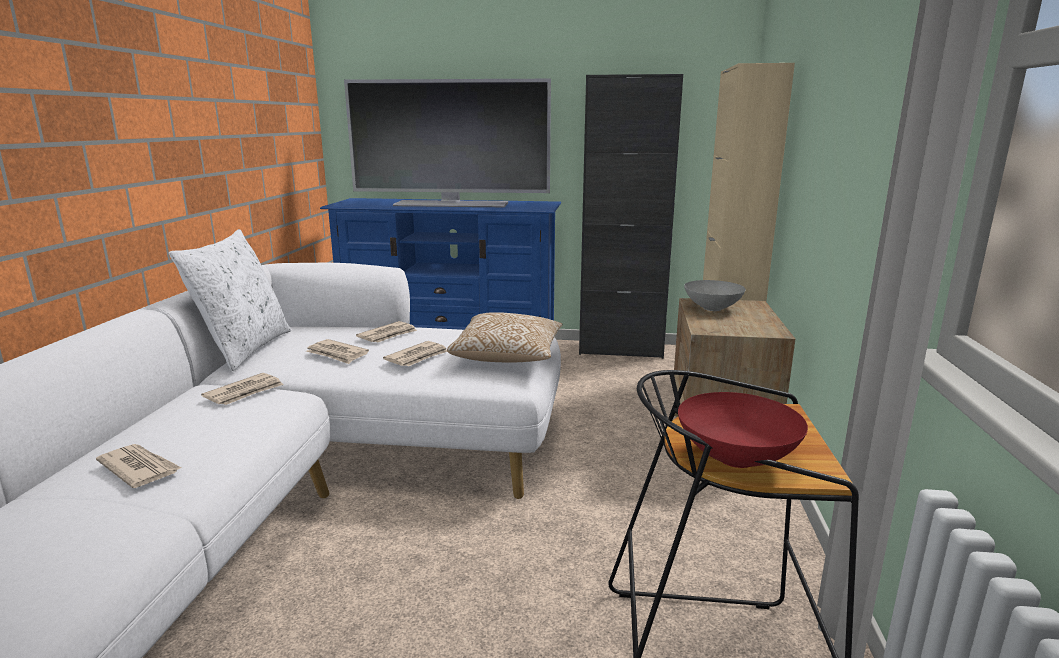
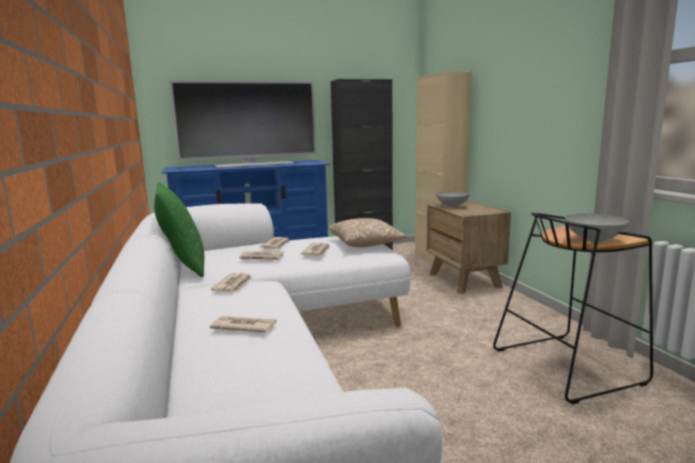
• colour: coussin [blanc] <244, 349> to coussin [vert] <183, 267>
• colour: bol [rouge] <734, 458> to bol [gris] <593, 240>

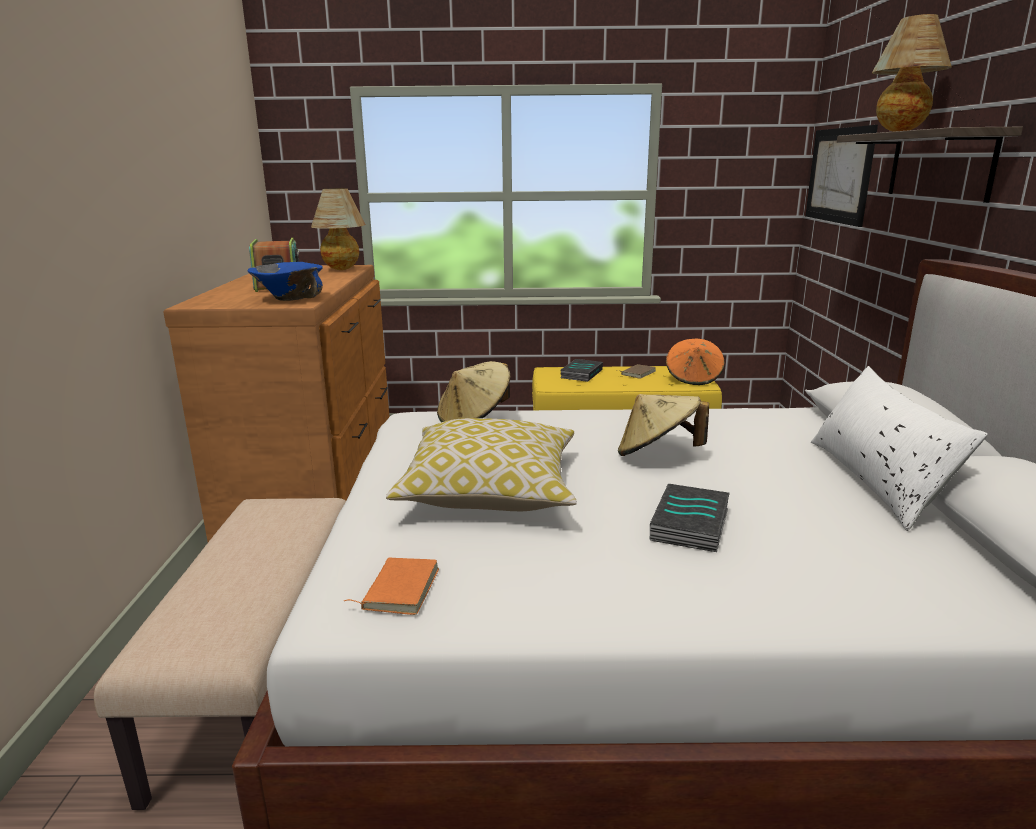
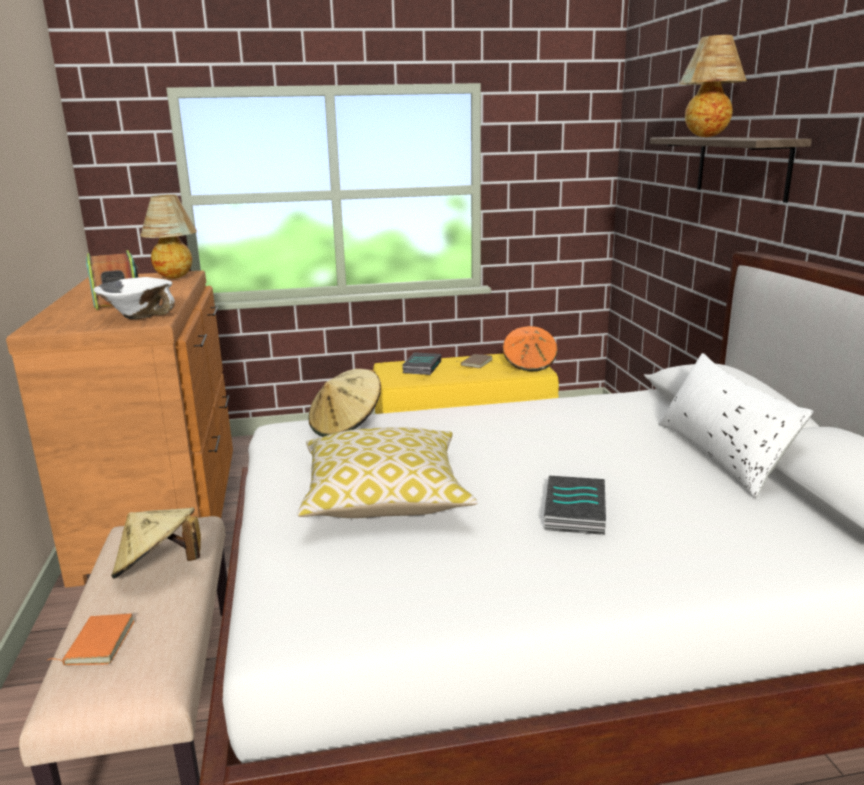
• colour: bol [bleu] <289, 299> to bol [blanc] <139, 316>
• relocated: livre [orange] <398, 589> to <97, 643>
• relocated: chapeau [beige] <657, 454> to <159, 569>
• missing: tableau <838, 175>

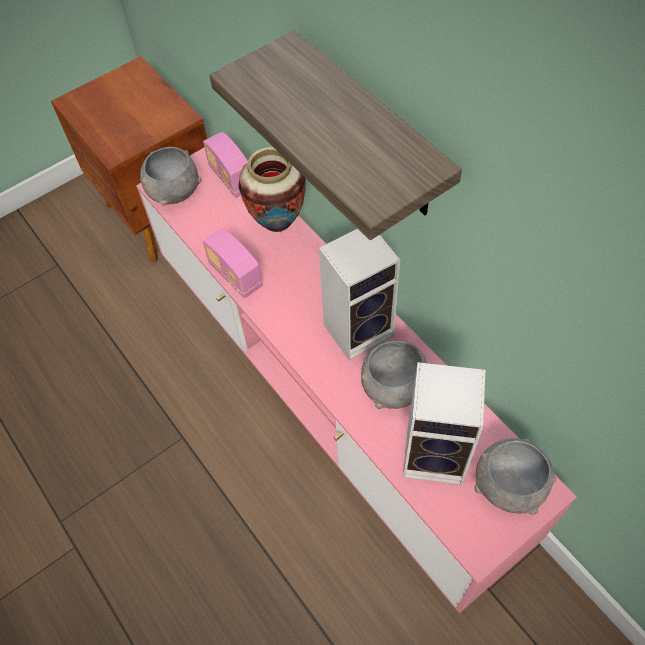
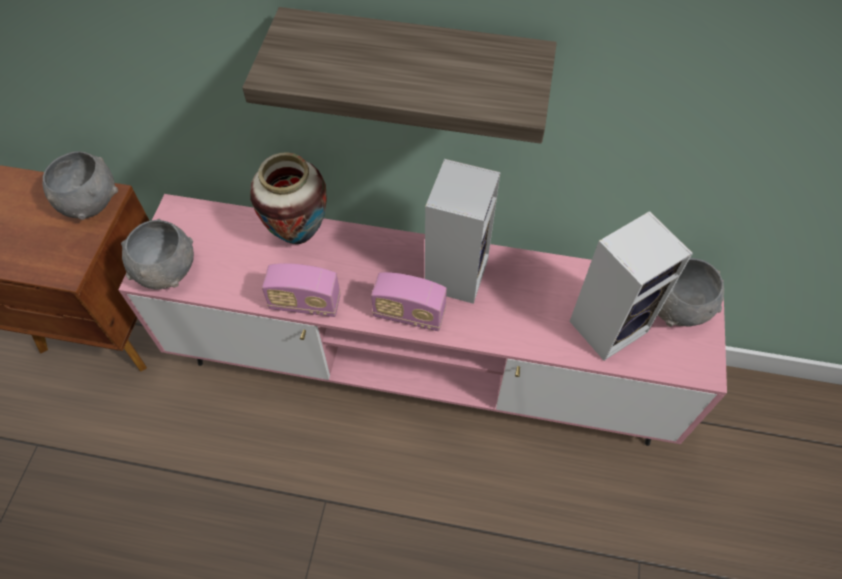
• relocated: radio <231, 178> to <409, 314>
• relocated: bol [gris] <394, 388> to <91, 203>

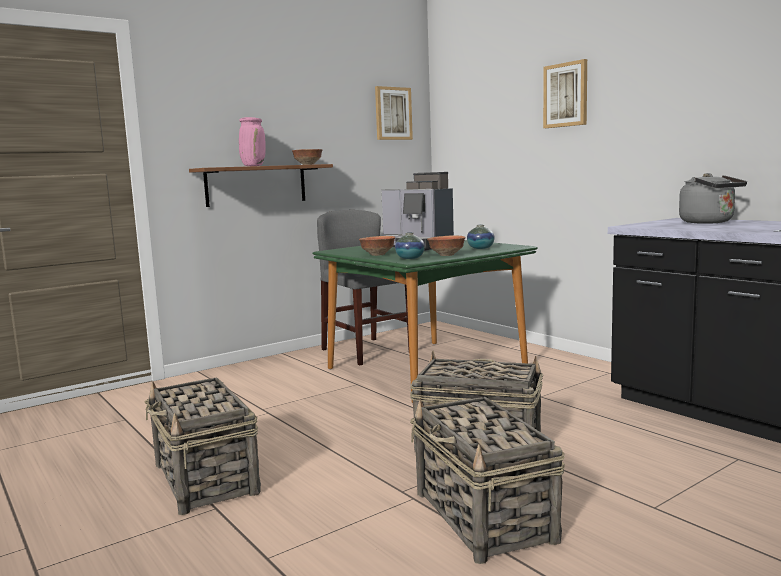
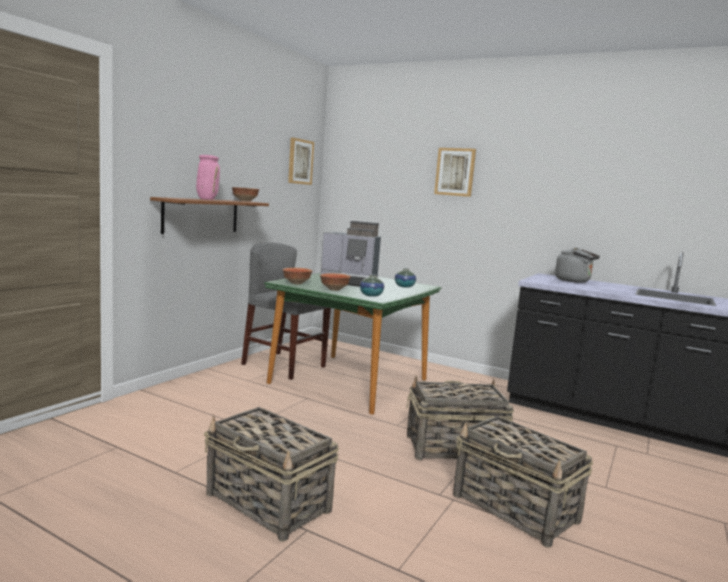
• relocated: bol <446, 255> to <296, 283>

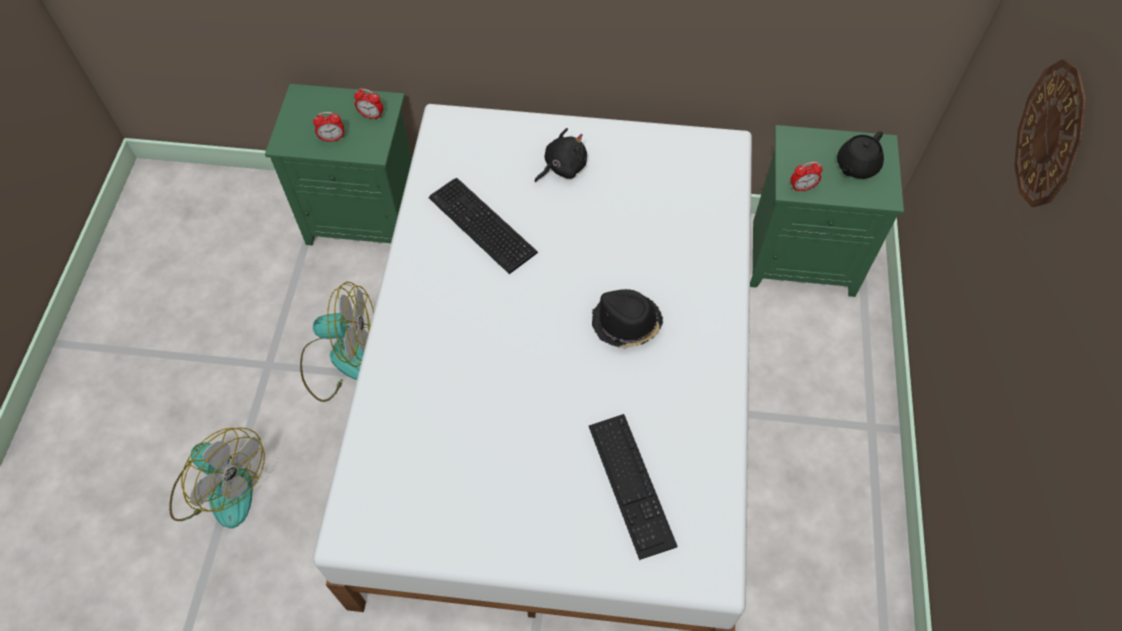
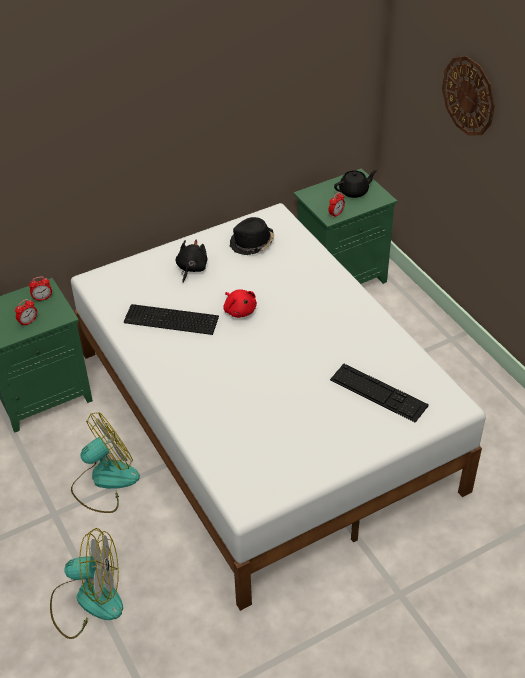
• relocated: chapeau [noir] <625, 323> to <252, 243>
• spun: théière [noir] <856, 166> = <354, 191> 120 degrees counterclockwise
• appeared: peluche [rouge] <239, 310>

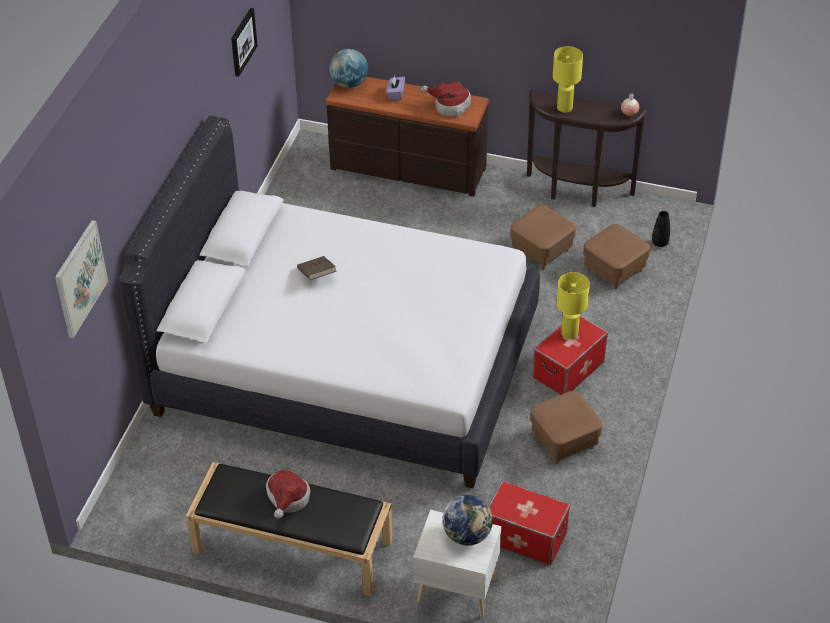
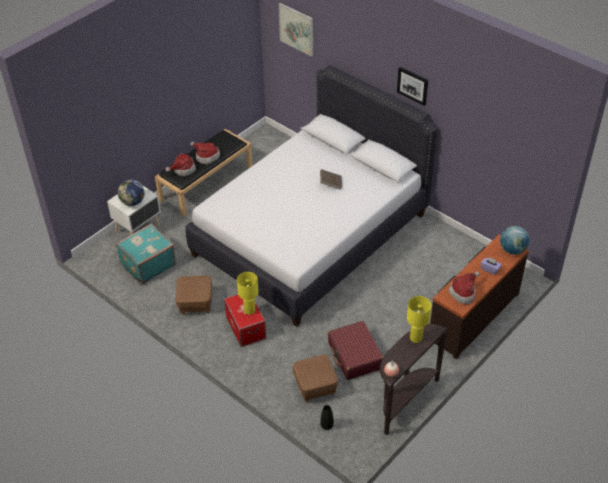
• relocated: tableau <242, 41> to <413, 85>
• exchanged: boîte de rangement <526, 537> to valise [turquoise] <147, 264>
• exchanged: pouf [marron] <541, 251> to valise [rouge] <355, 356>
• appeared: chapeau <183, 169>

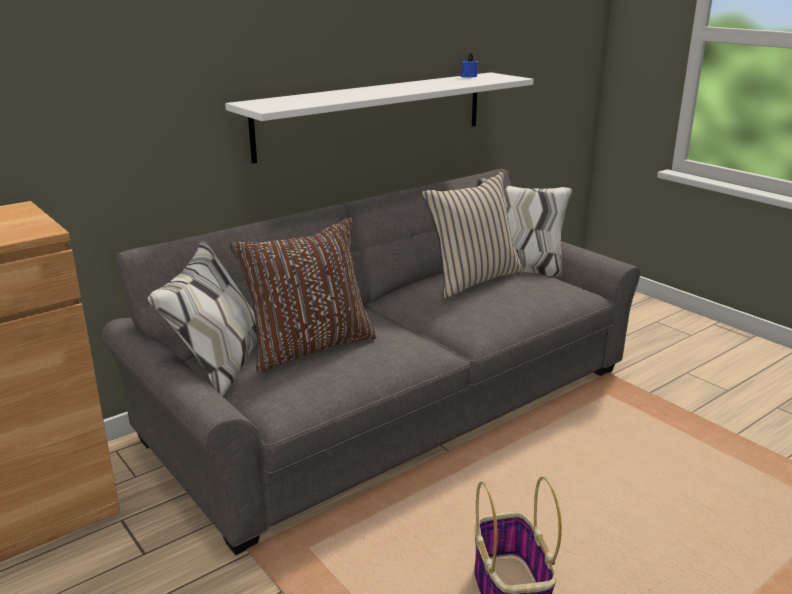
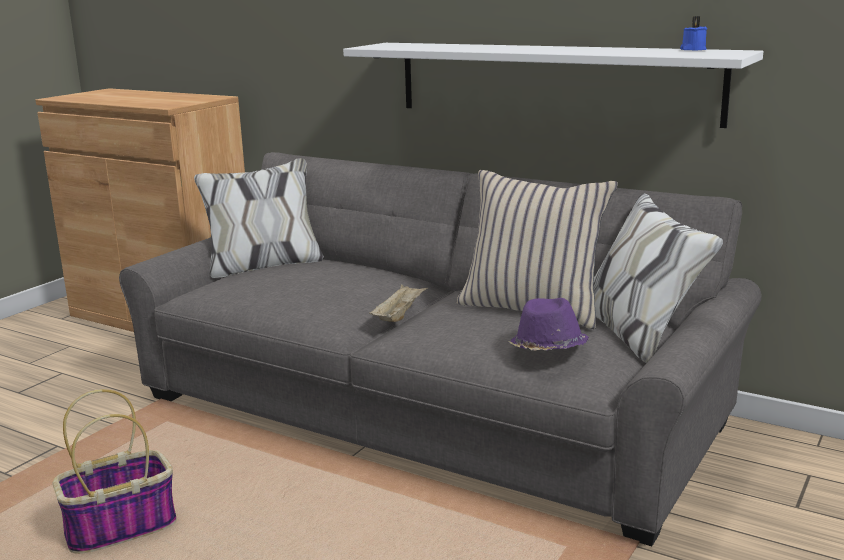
• missing: coussin [marron] <309, 347>
• appeared: plateau [beige] <399, 315>
• appeared: chapeau [violet] <548, 349>

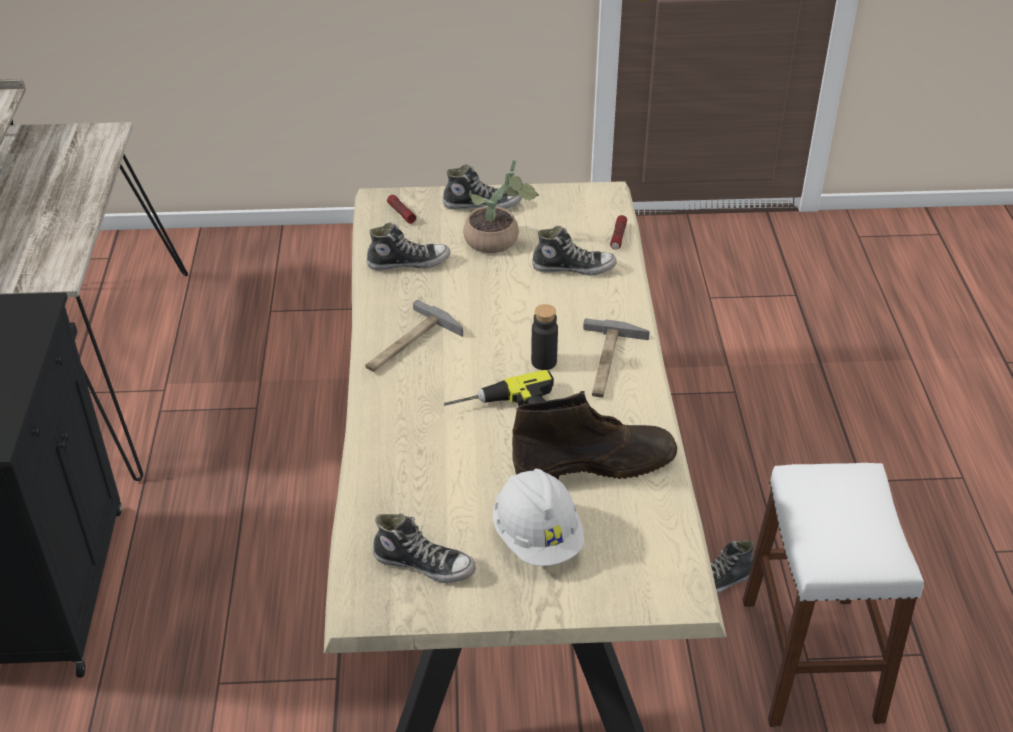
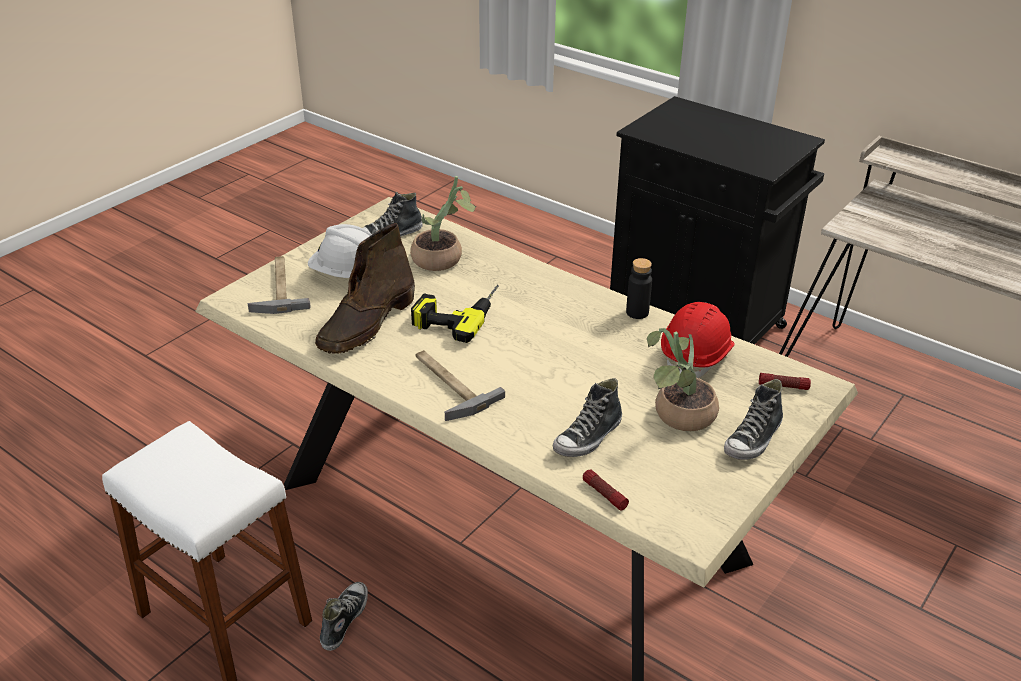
• relocated: marteau <408, 345> to <278, 287>
• exchanged: chaussure <408, 262> to casque de chantier [rouge] <697, 356>
• relocated: bouteille [noir] <544, 362> to <637, 312>
• appeared: plante en pot <443, 259>

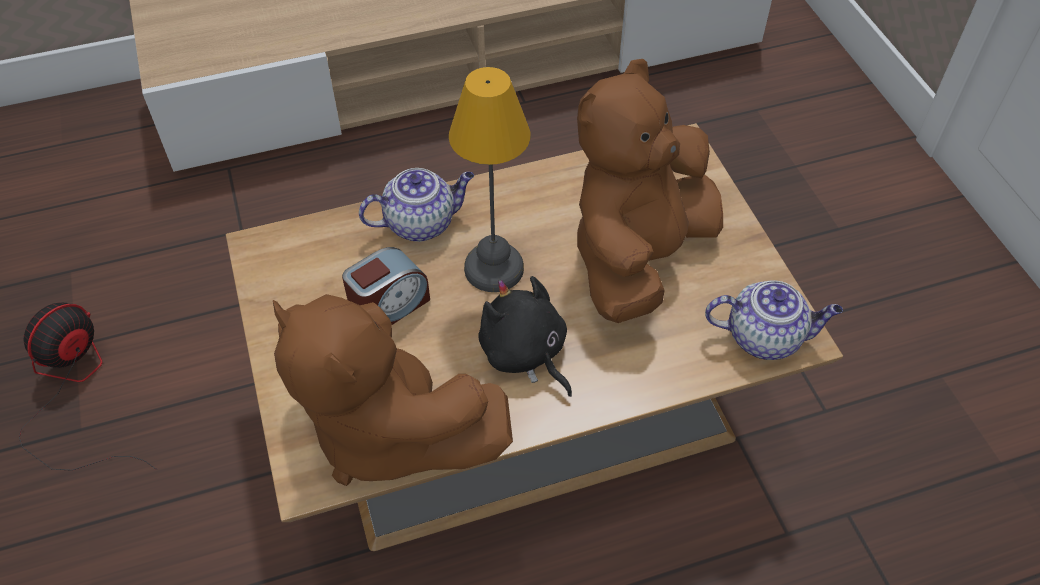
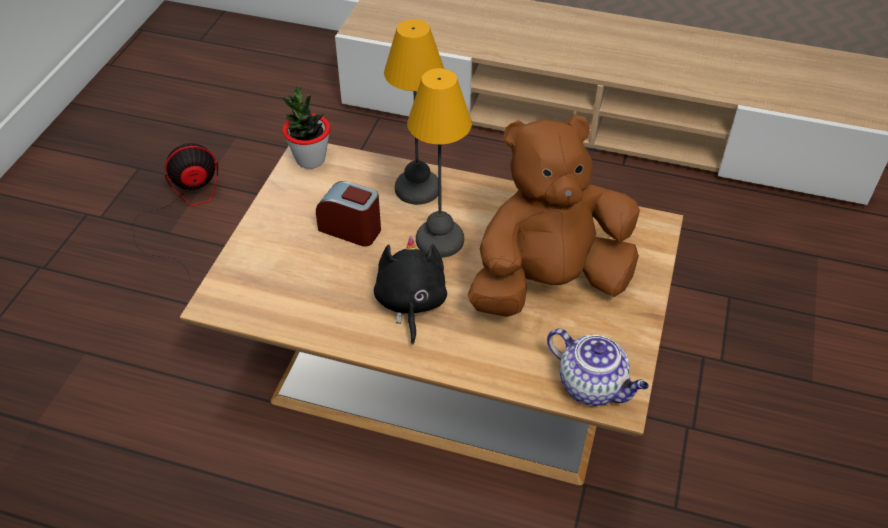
• missing: peluche [marron] <387, 429>
• spun: réveil <389, 307> = <351, 229> 150 degrees counterclockwise
• exchanged: théière <421, 223> to lampe de table <418, 187>
• appeared: plante en pot <310, 159>

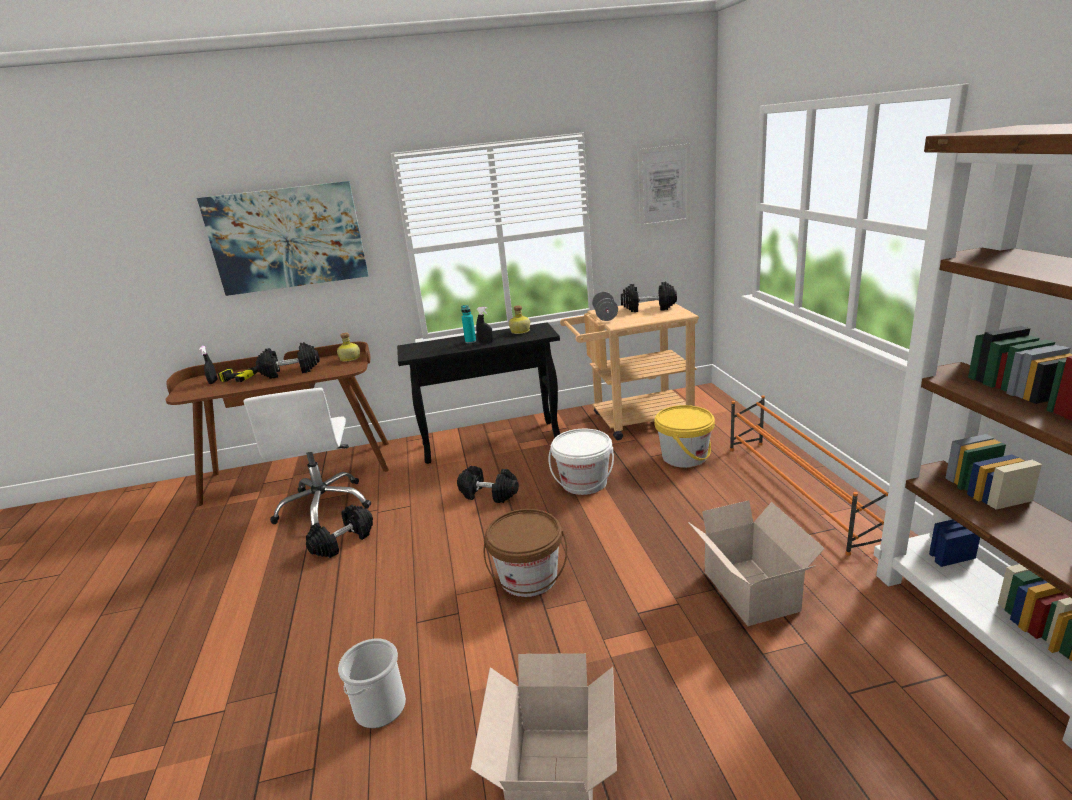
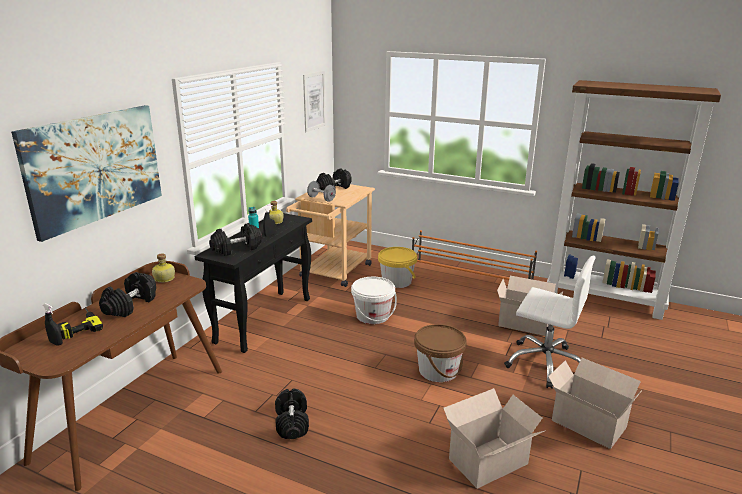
• relocated: chaise de bureau [blanc] <324, 507> to <545, 363>
• exchanged: seau <380, 707> to carton <490, 461>
• relocated: haltère [noir] <488, 494> to <237, 249>

